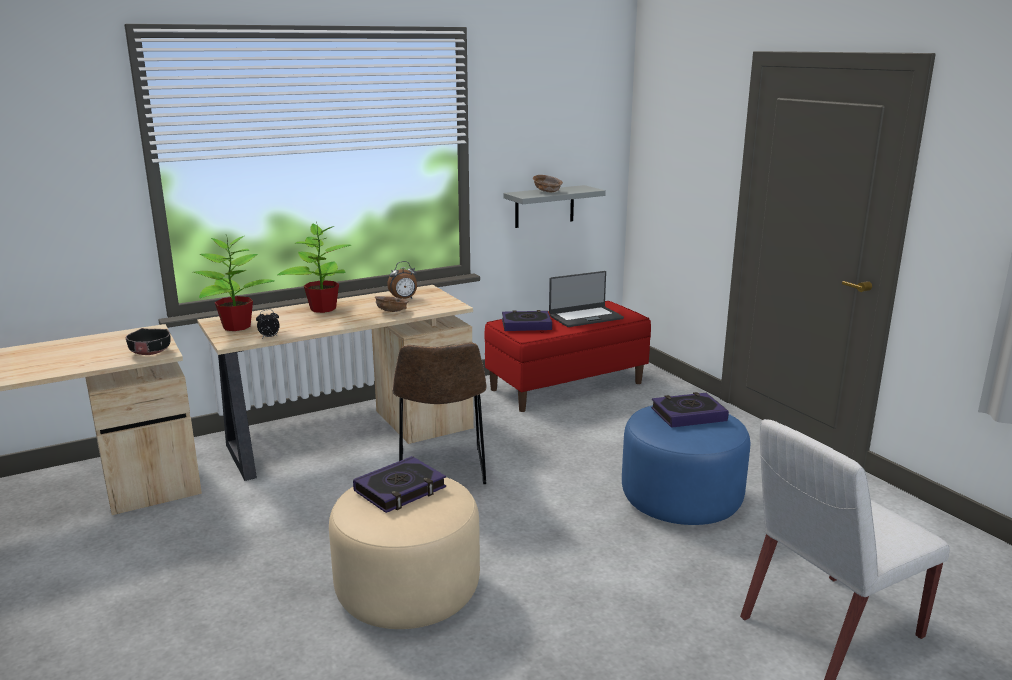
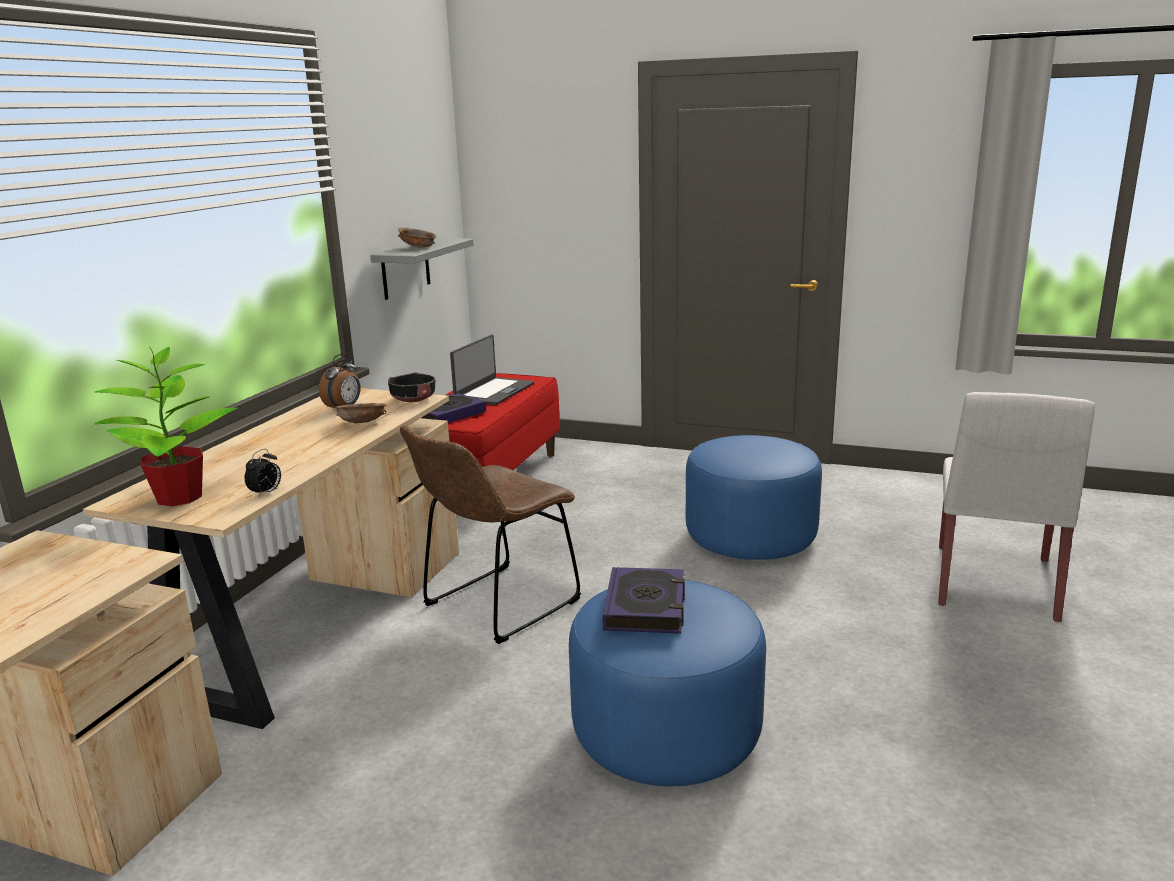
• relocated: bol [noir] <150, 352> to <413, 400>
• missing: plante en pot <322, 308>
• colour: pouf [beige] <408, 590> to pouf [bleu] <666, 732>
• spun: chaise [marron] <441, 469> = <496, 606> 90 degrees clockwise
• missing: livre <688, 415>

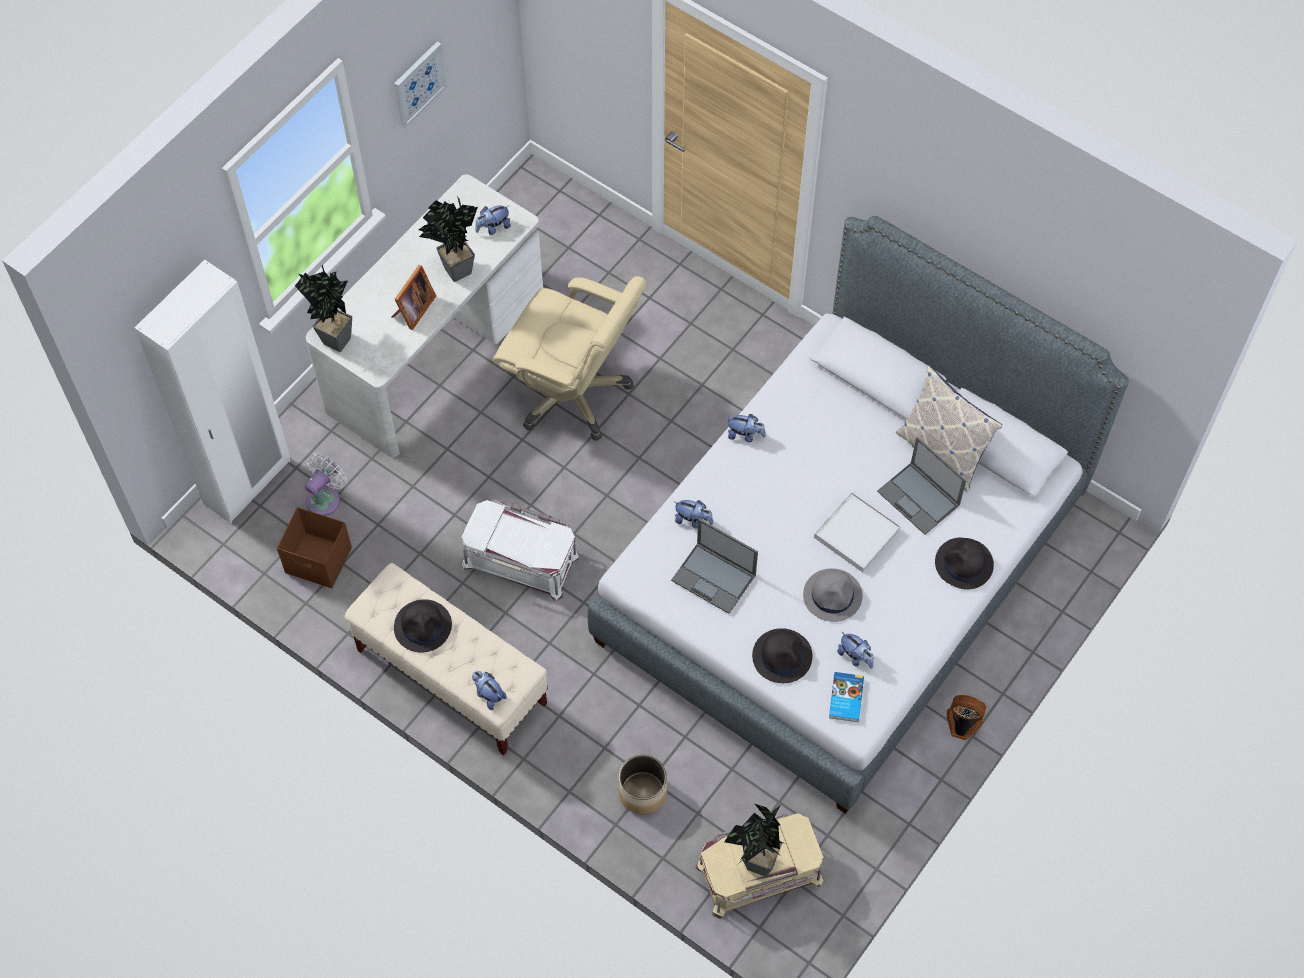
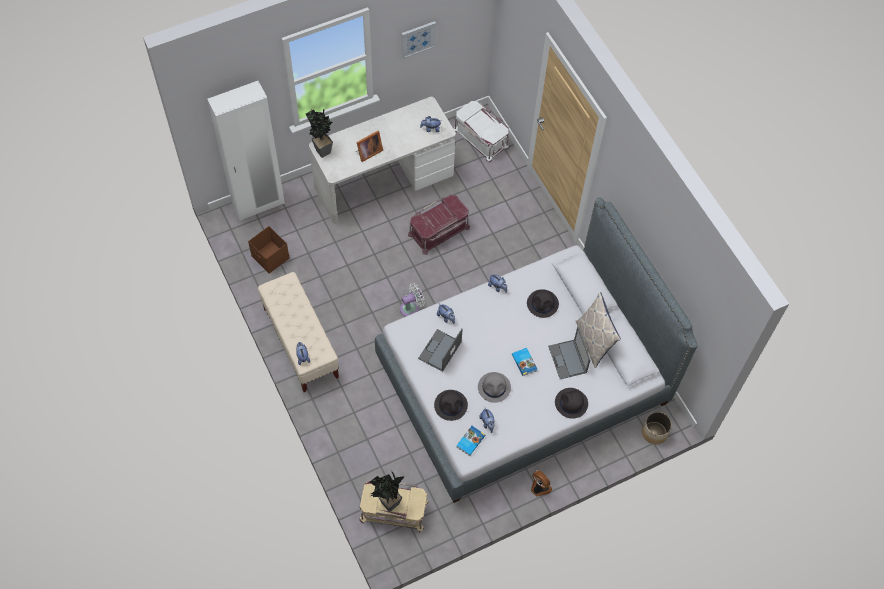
• relocated: ventilateur [blanc] <325, 498> to <411, 308>
• relocated: chapeau [noir] <423, 626> to <543, 304>
• missing: plante en pot <453, 271>
• relocated: boîte de rangement [blanc] <521, 559> to <481, 138>
• exchanged: chaise de bureau [beige] <572, 393> to boîte de rangement [rouge] <439, 231>
• relocated: cache-pot <643, 792> to <654, 432>
• spun: ordinateur portable <714, 578> = <439, 351> 60 degrees clockwise
• exchanged: plateau [blanc] <856, 533> to livre <524, 362>

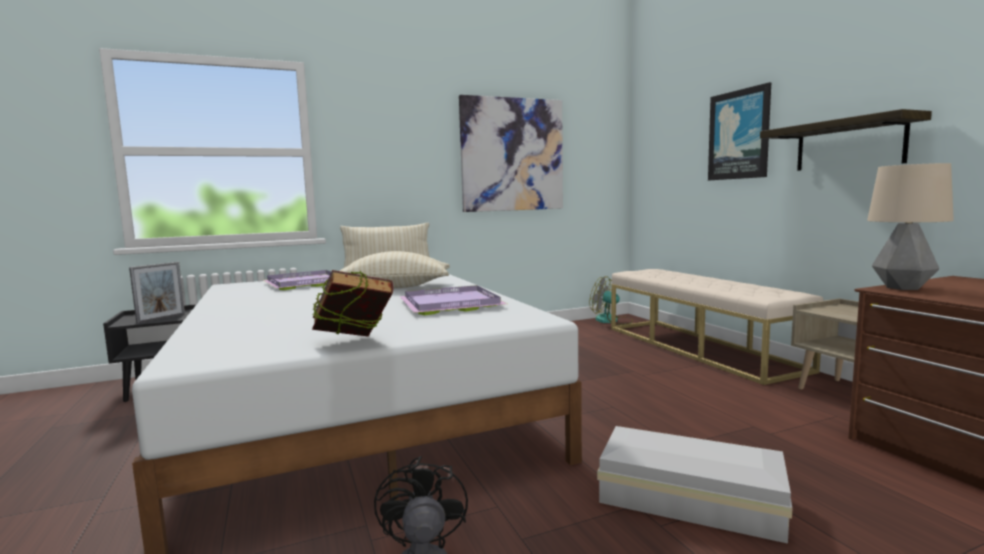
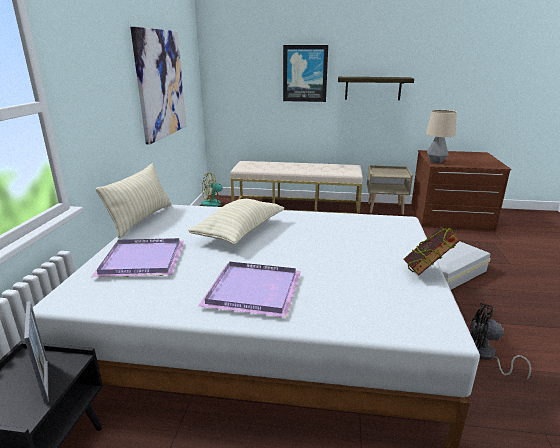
• relocated: plateau [violet] <449, 304> to <254, 292>

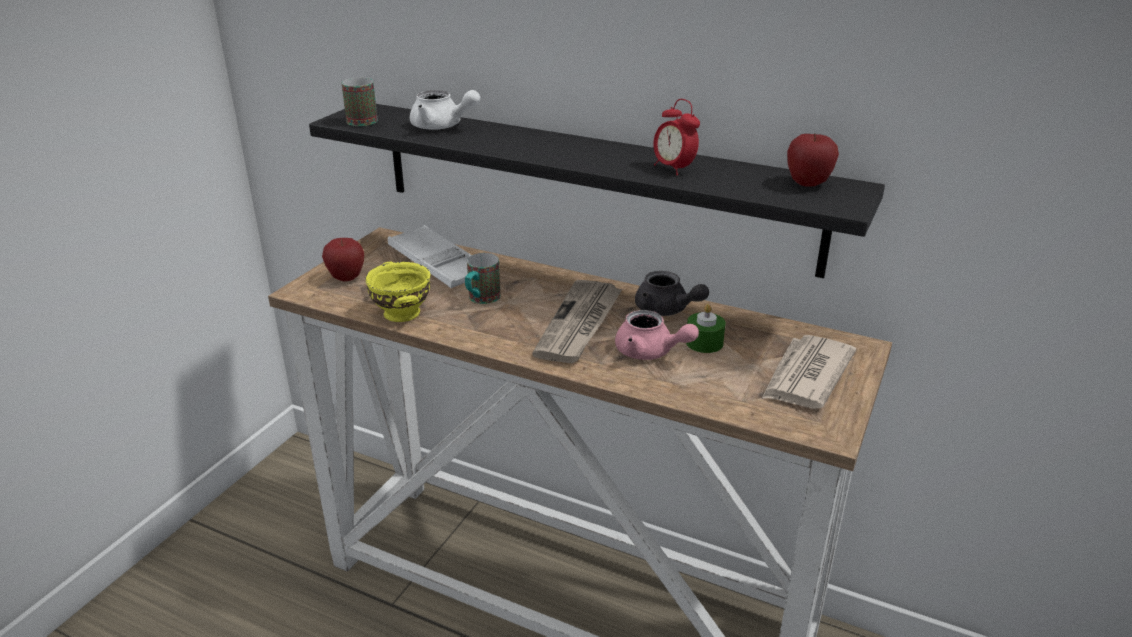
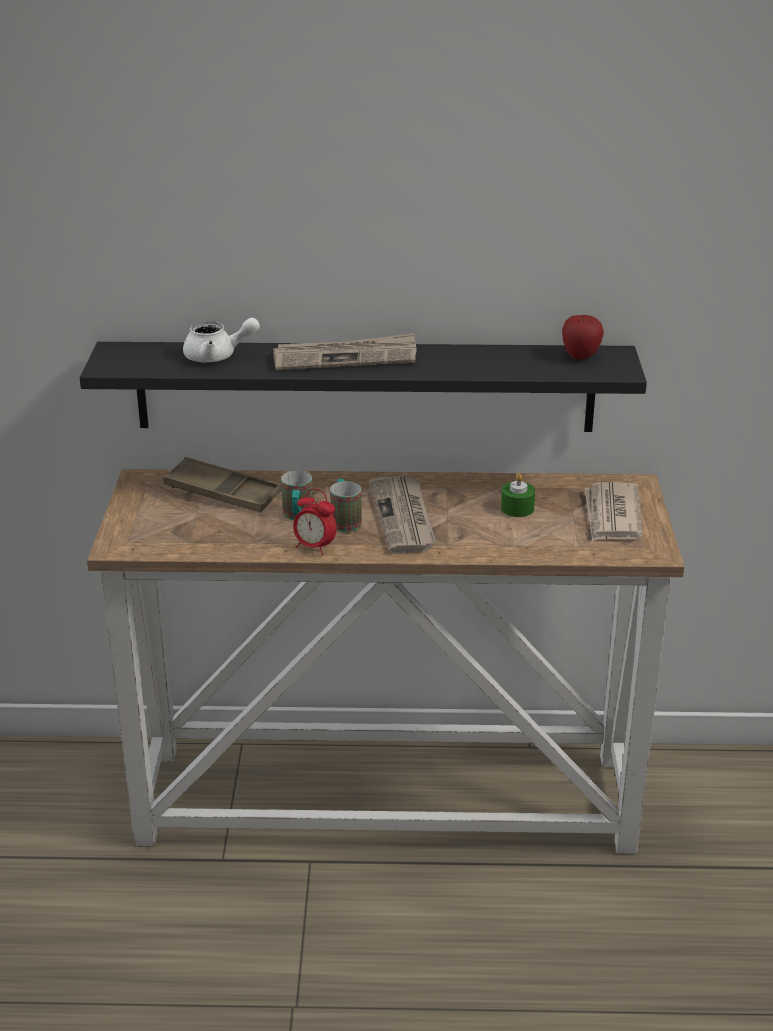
• missing: pomme <346, 278>
• relocated: mug <365, 119> to <344, 520>
• missing: bol [jaune] <401, 314>
• colour: plateau [blanc] <438, 264> to plateau [marron] <223, 493>
• missing: théière [rose] <650, 352>
• missing: théière [gris] <666, 310>
• relocated: réveil <673, 169> to <314, 547>
• appeared: journal <346, 357>

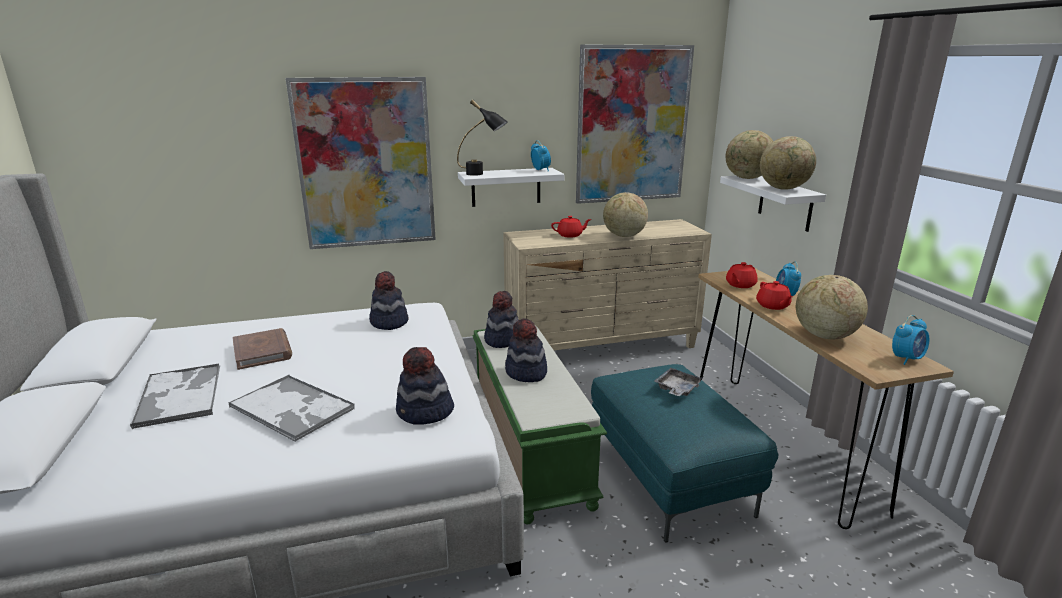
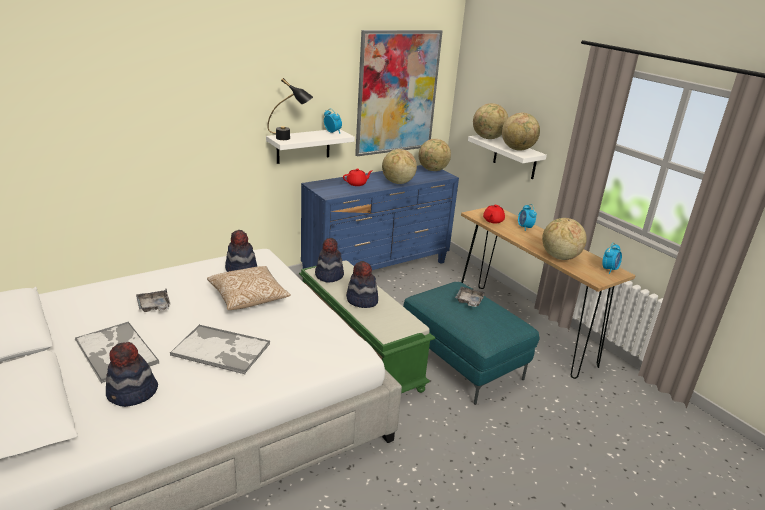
• exchanged: livre [marron] <263, 351> to plateau [gris] <154, 306>
• missing: tableau <366, 164>
• relocated: chapeau <425, 412> to <132, 393>
• colour: commode [beige] <602, 347> to commode [bleu] <377, 269>
• missing: théière [rouge] <773, 306>
• appeared: coussin <248, 298>
• appeared: globe <433, 170>

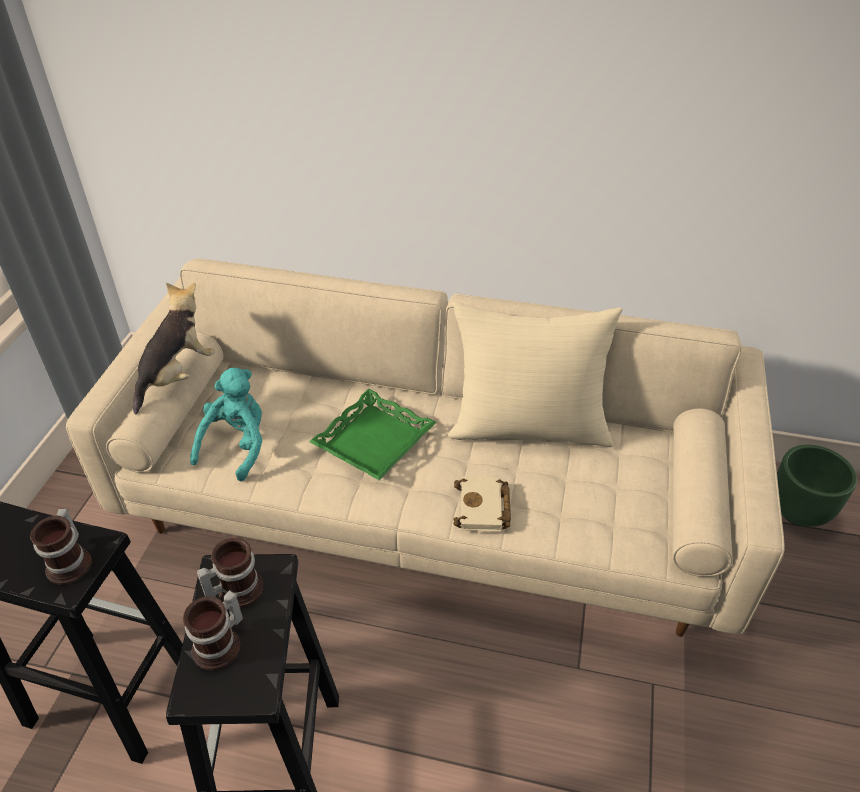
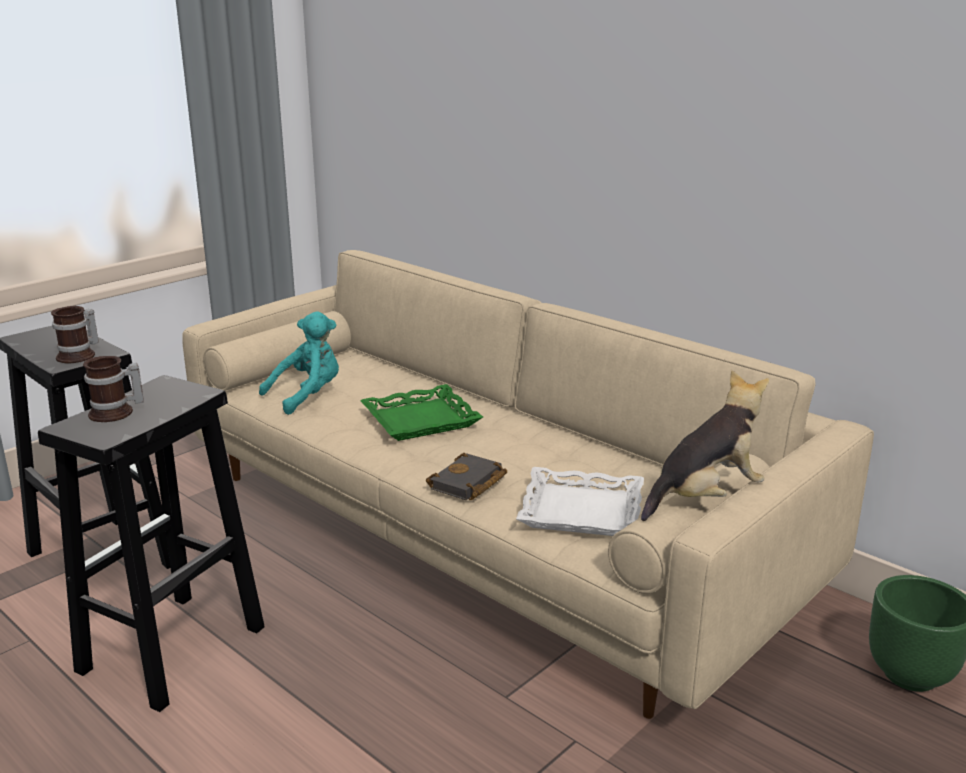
• relocated: peluche <177, 376> to <704, 497>
• missing: mug <235, 589>
• missing: coussin [beige] <528, 426>
• colour: livre [beige] <484, 509> to livre [noir] <468, 484>
• appeared: plateau [blanc] <582, 510>

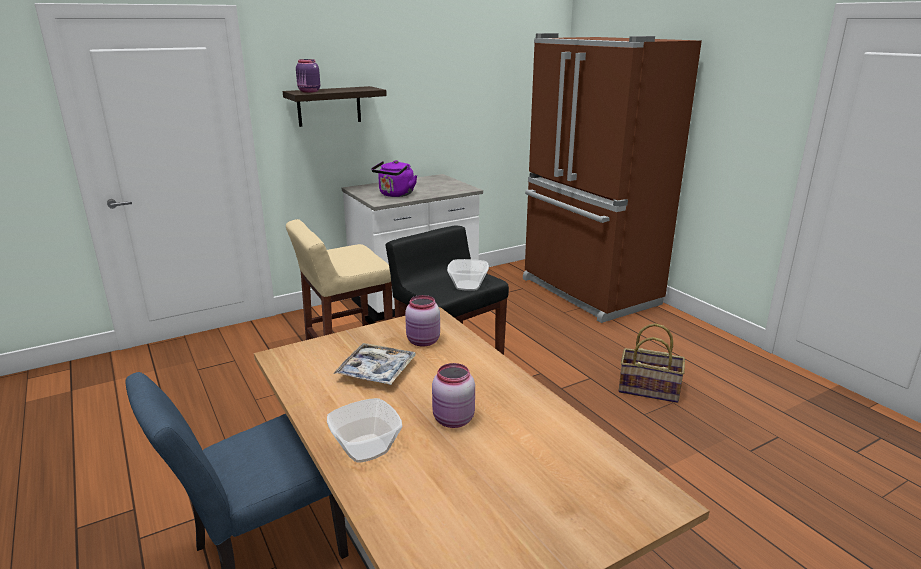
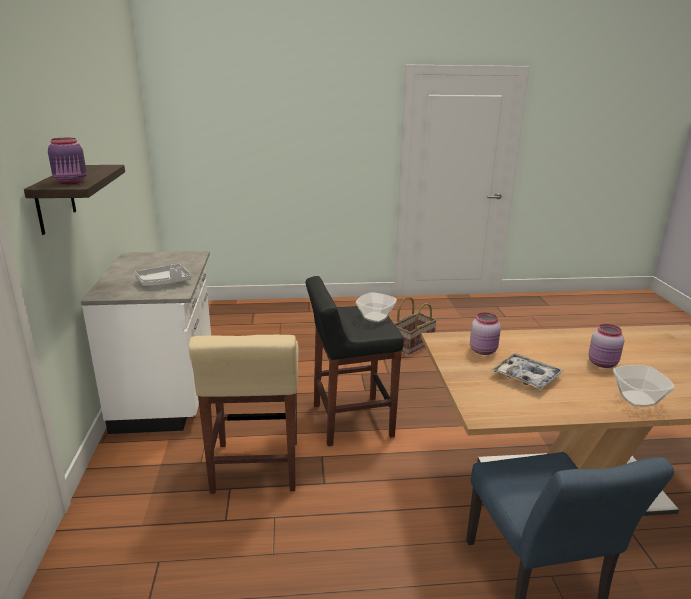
• exchanged: bouilloire [violet] <395, 195> to plateau [gris] <164, 282>
• missing: réfrigérateur [marron] <588, 292>

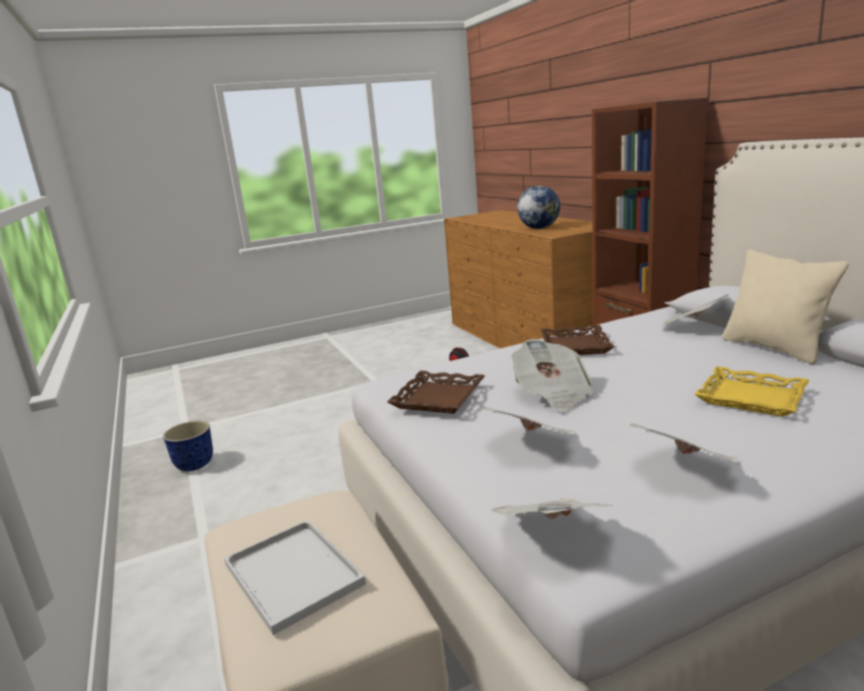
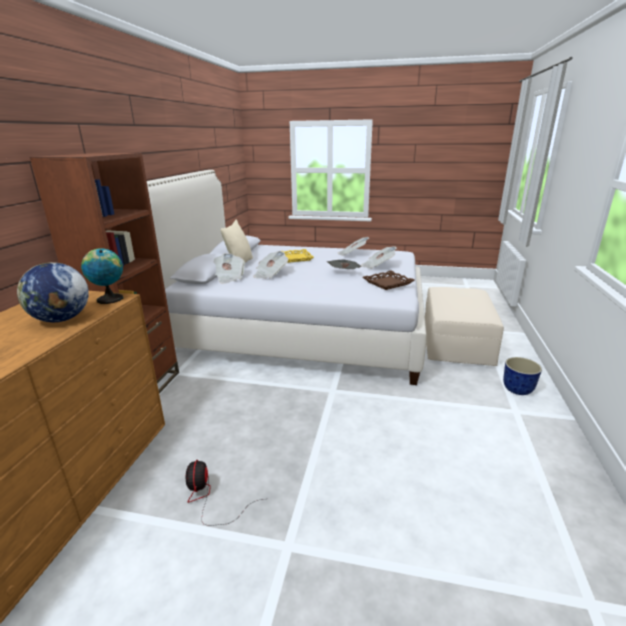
• relocated: cache-pot <195, 465> to <517, 389>
• missing: plateau [blanc] <290, 573>
• relocated: journal <552, 534> to <270, 274>
• missing: plateau [marron] <574, 346>
• appeared: globe <109, 299>

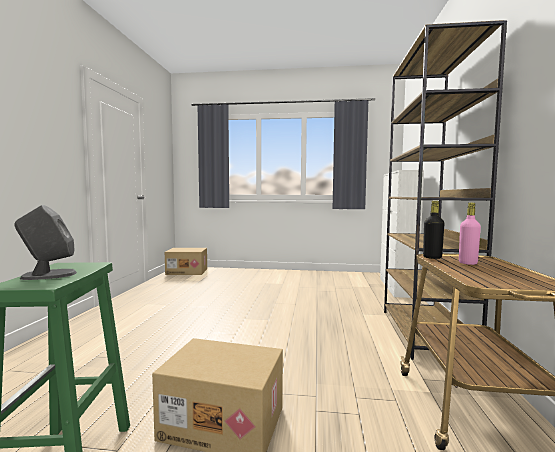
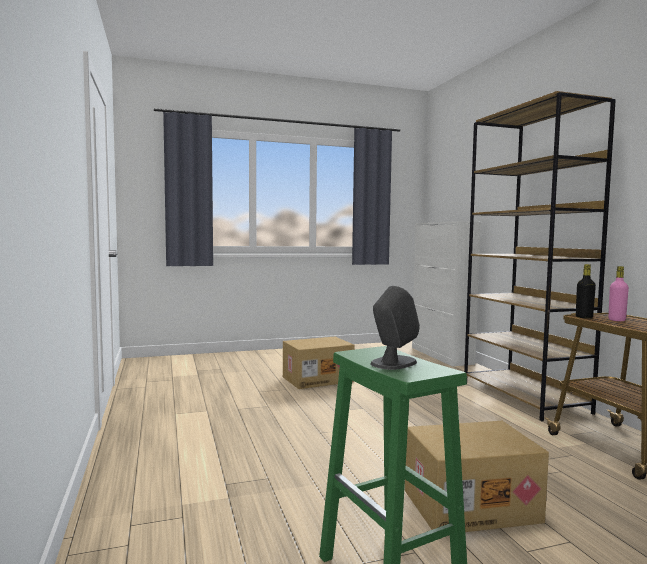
• relocated: carton <187, 271> to <317, 379>

